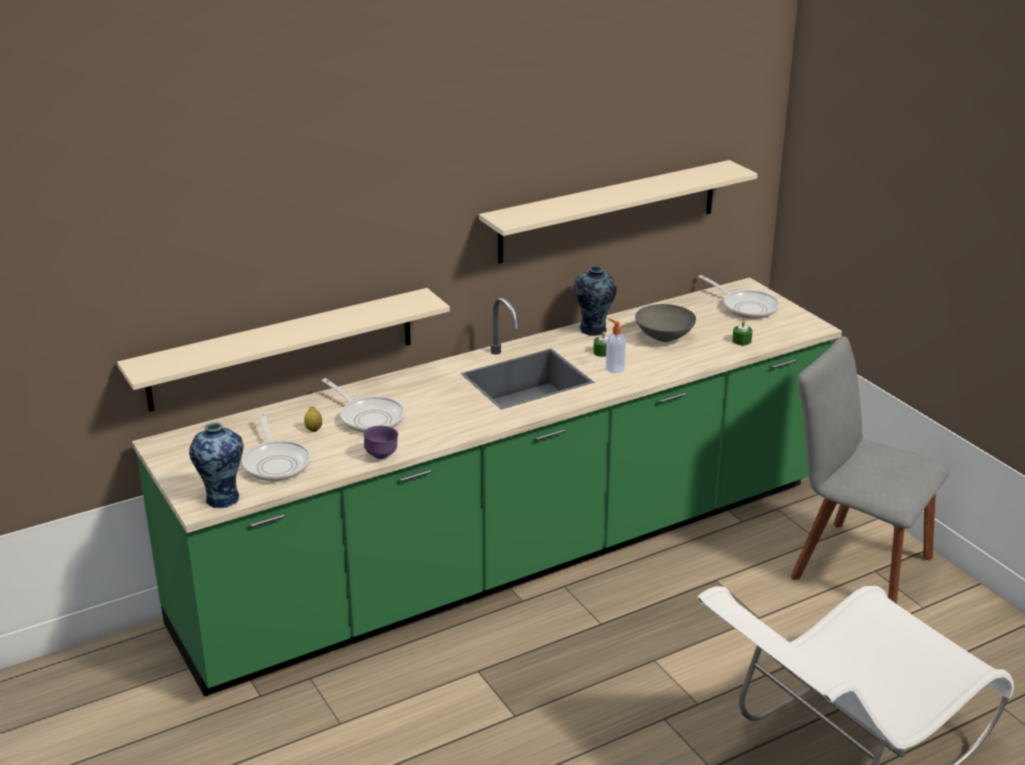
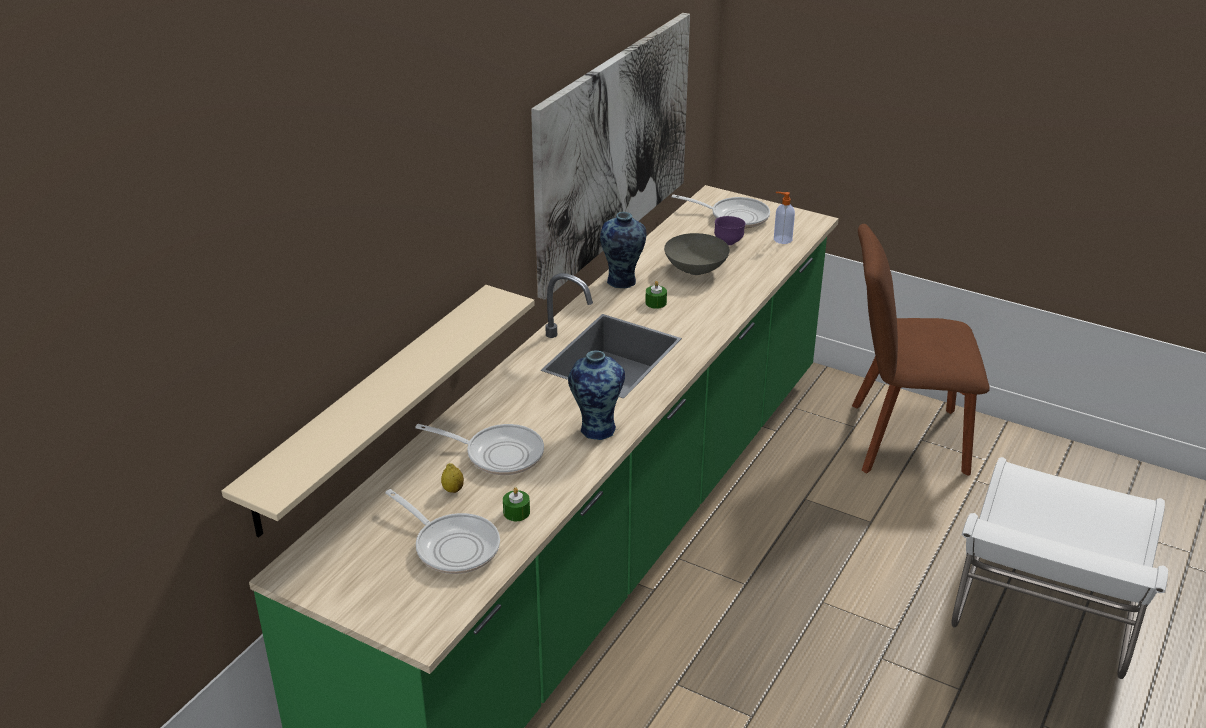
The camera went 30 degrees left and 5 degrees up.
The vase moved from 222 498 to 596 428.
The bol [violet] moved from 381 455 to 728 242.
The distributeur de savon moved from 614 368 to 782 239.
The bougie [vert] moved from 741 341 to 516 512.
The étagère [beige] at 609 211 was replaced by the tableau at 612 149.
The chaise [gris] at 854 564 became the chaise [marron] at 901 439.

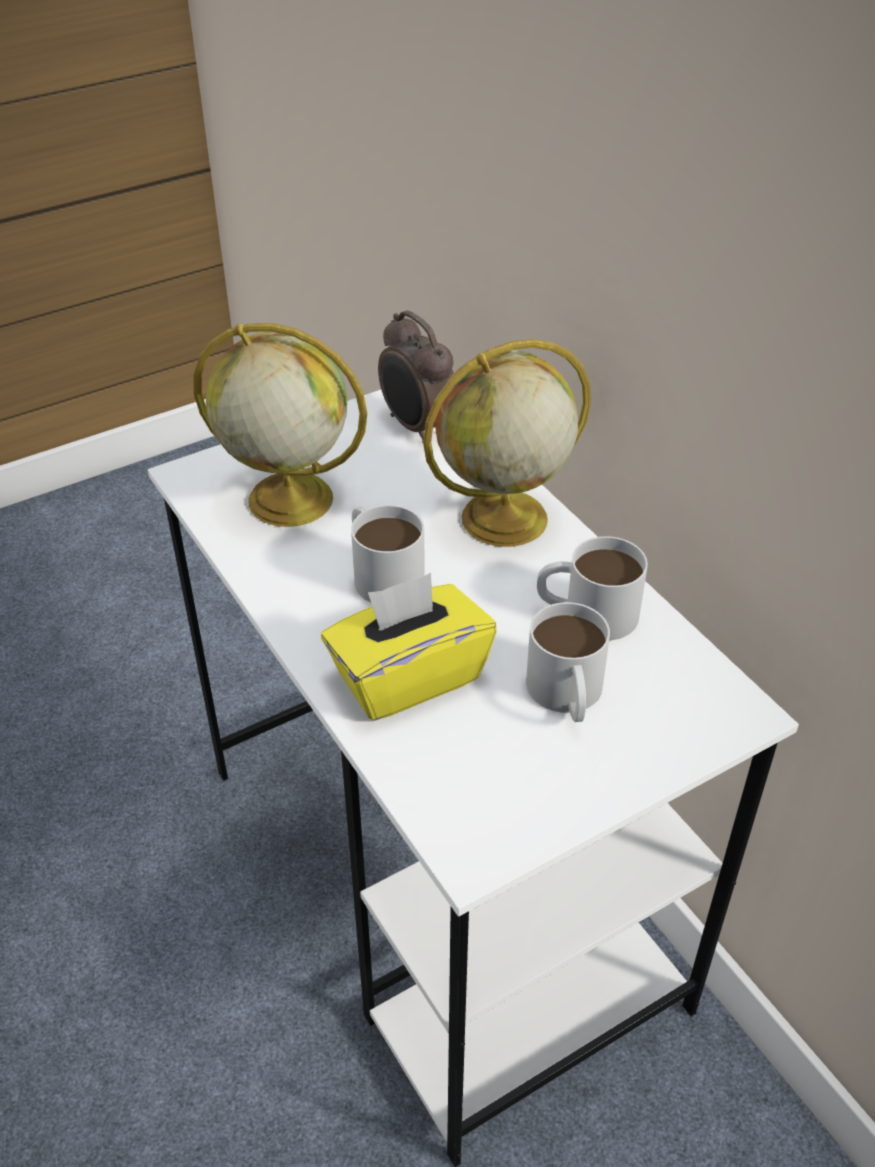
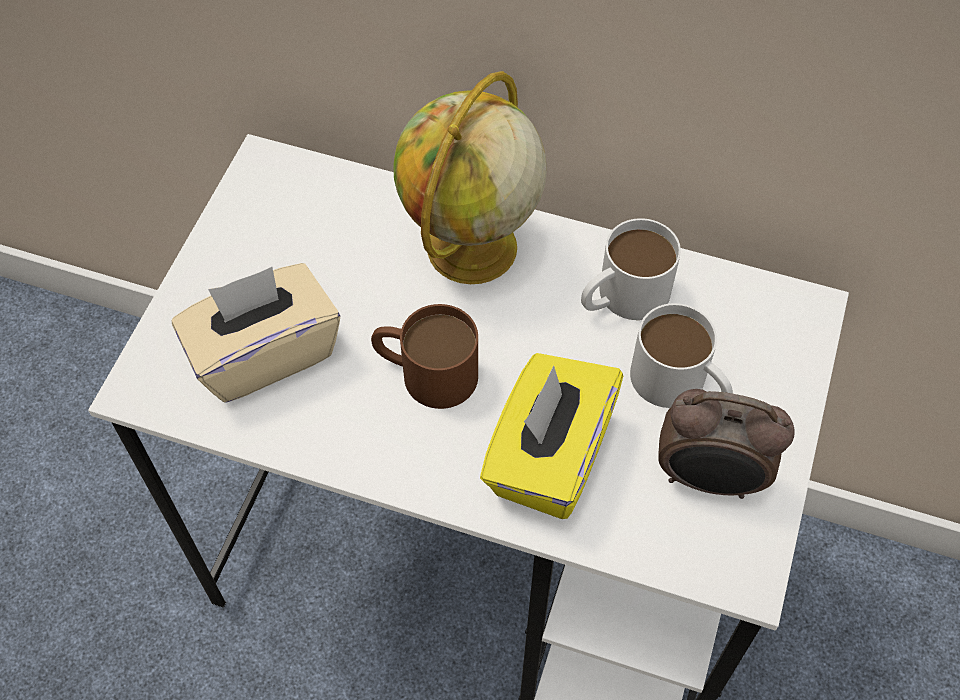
The camera went 40 degrees left and 15 degrees up.
The réveil moved from 416 427 to 709 479.
The globe at 287 499 was replaced by the boîte à mouchoirs [beige] at 264 353.
The mug [blanc] at 381 572 became the mug [marron] at 425 371.

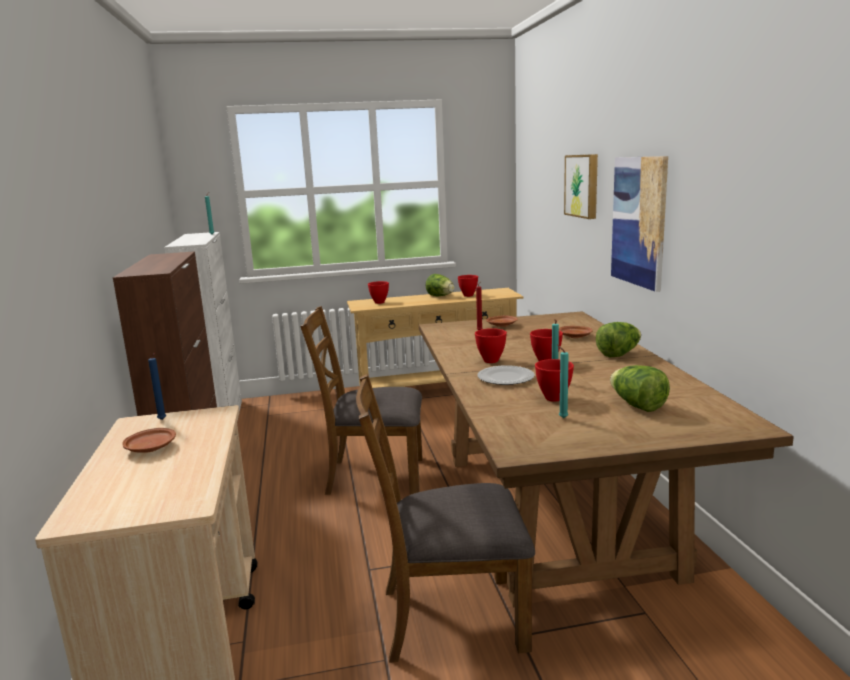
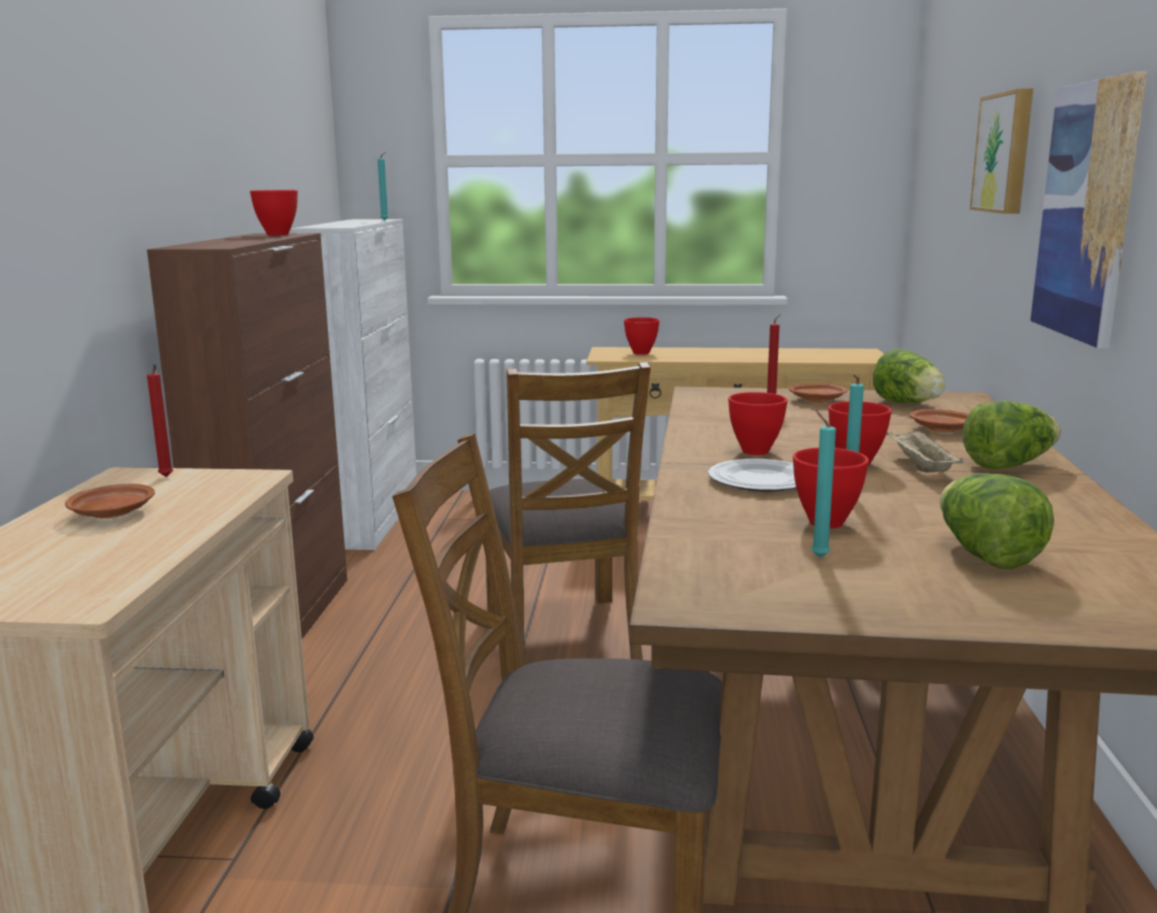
The camera went 15 degrees right and 0 degrees up.
The plateau [beige] at 920 466 appeared.
The laitue moved from 440 296 to 907 403.
The bol [rouge] moved from 467 295 to 276 234.
The bougie [bleu] at 162 420 became the bougie [rouge] at 166 477.
The chaise [marron] at 374 475 turned 120 degrees counterclockwise.

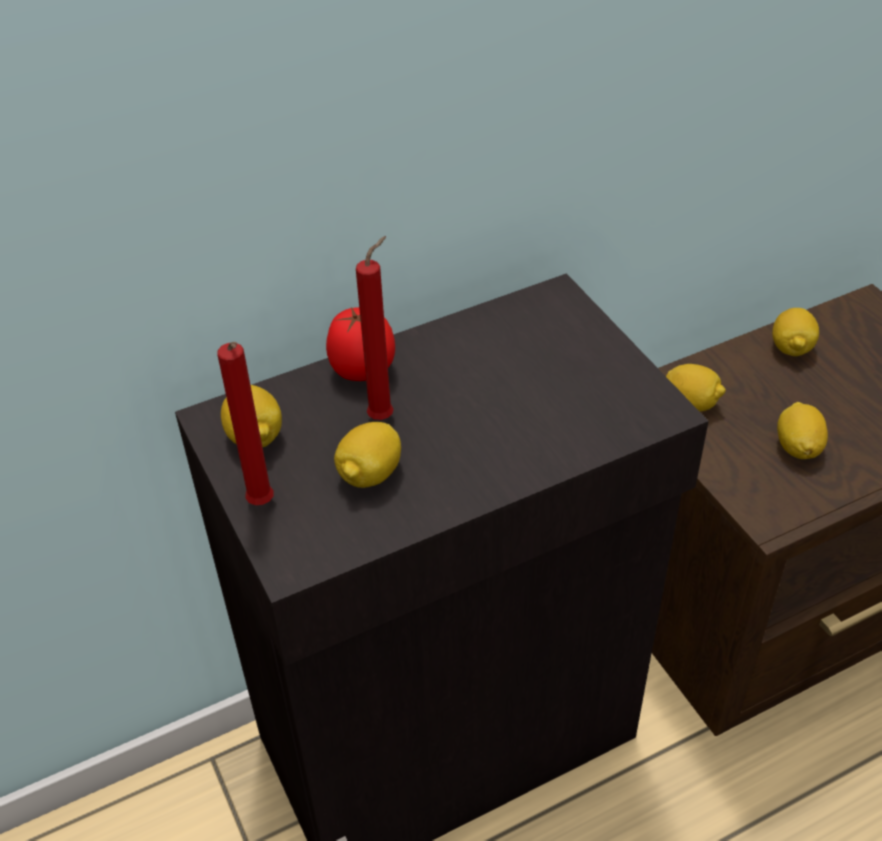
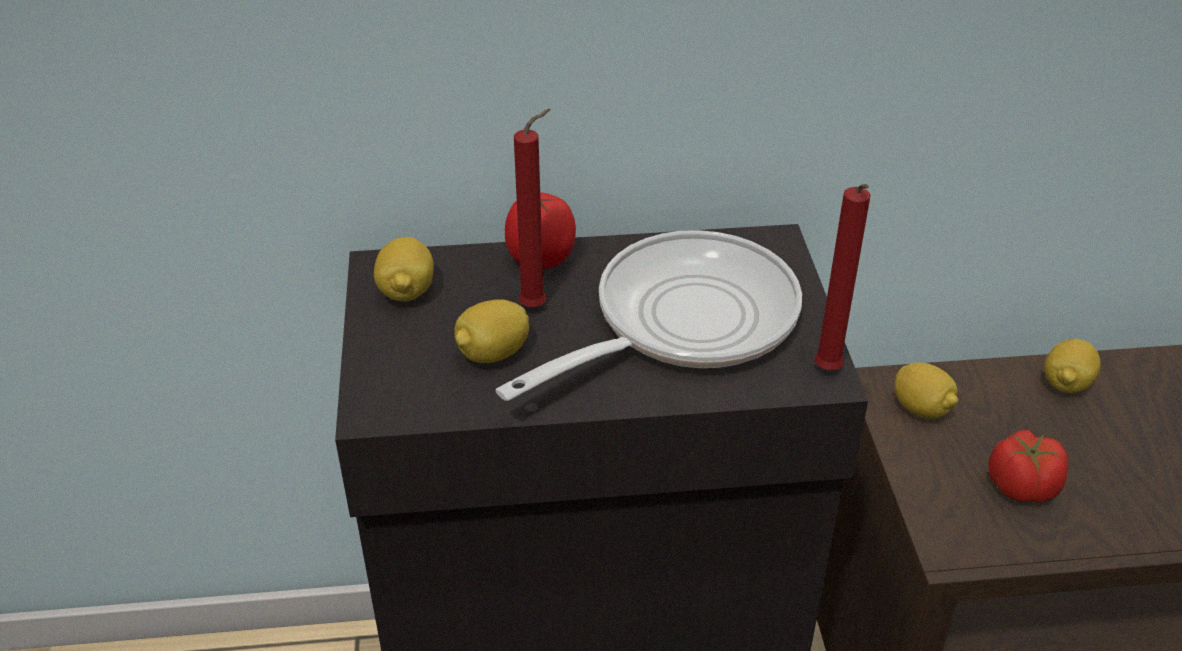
The camera went 20 degrees right and 5 degrees down.
The poêle at 681 322 appeared.
The bougie [rouge] moved from 262 506 to 828 373.
The citron at 797 447 was replaced by the tomate at 1021 486.

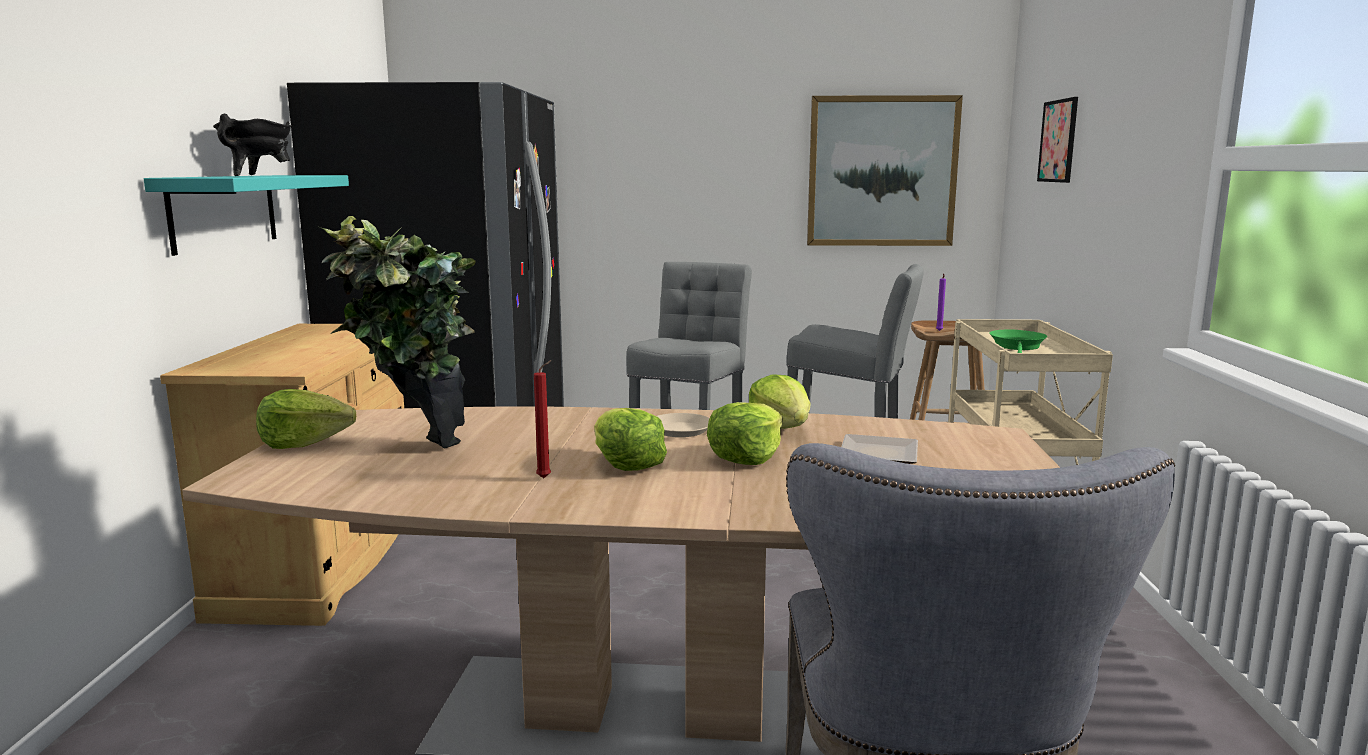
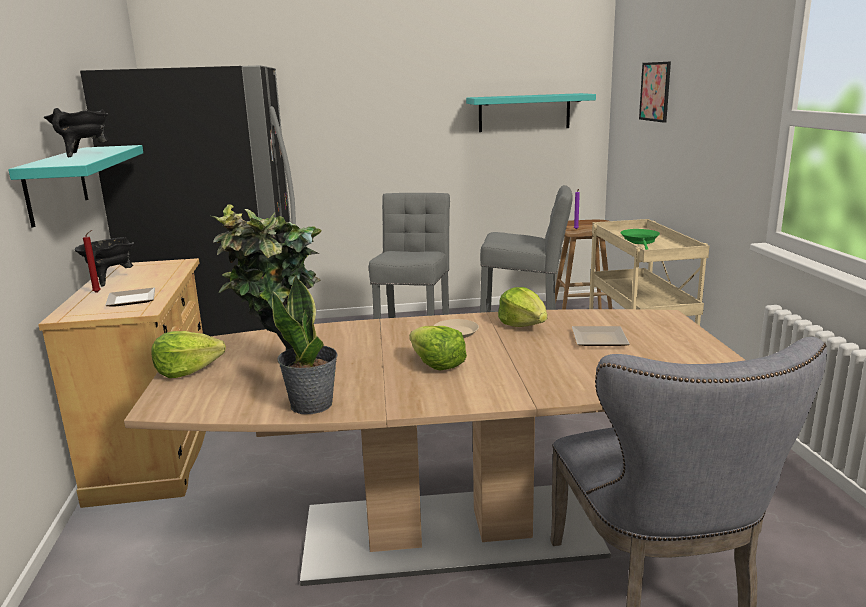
The camera went 10 degrees left and 5 degrees up.
The laitue at 746 457 disappeared.
The marmite [noir] at 110 279 appeared.
The assiette at 130 300 appeared.
The plante en pot at 312 404 appeared.
The bougie [rouge] moved from 546 478 to 98 292.
The tableau at 882 171 was replaced by the étagère [turquoise] at 524 112.

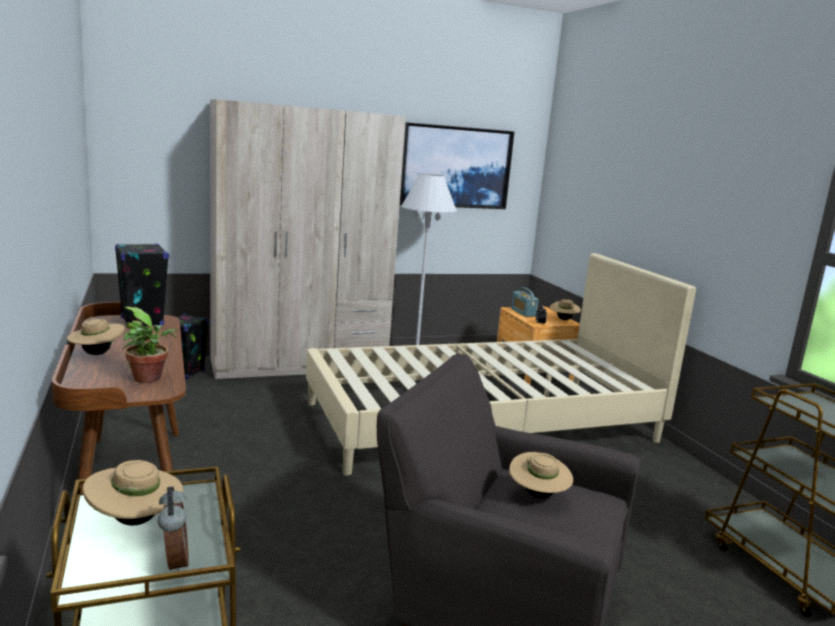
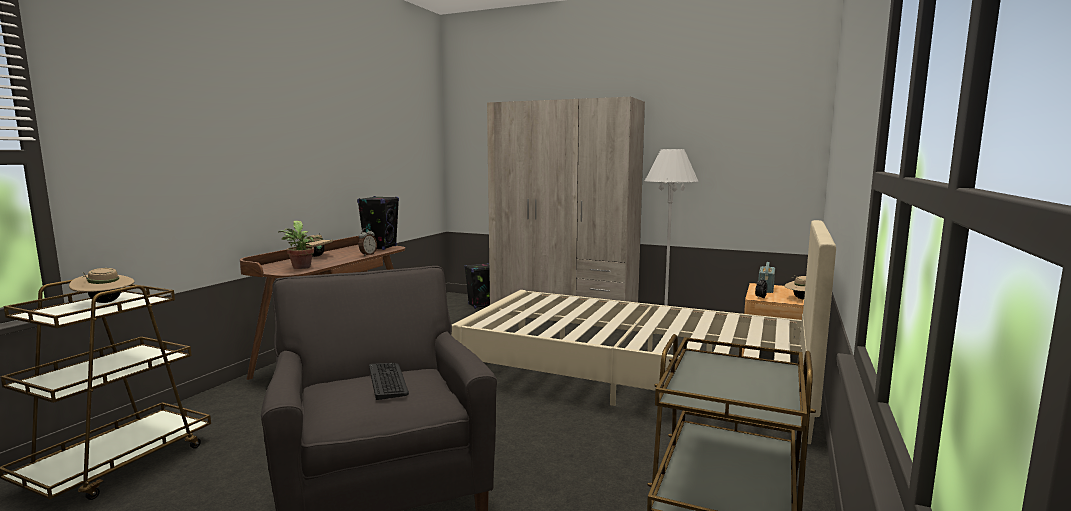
The camera went 45 degrees right and 5 degrees down.
The tableau at 455 167 disappeared.
The réveil moved from 174 563 to 367 254.
The chapeau [beige] at 538 495 was replaced by the clavier at 388 381.

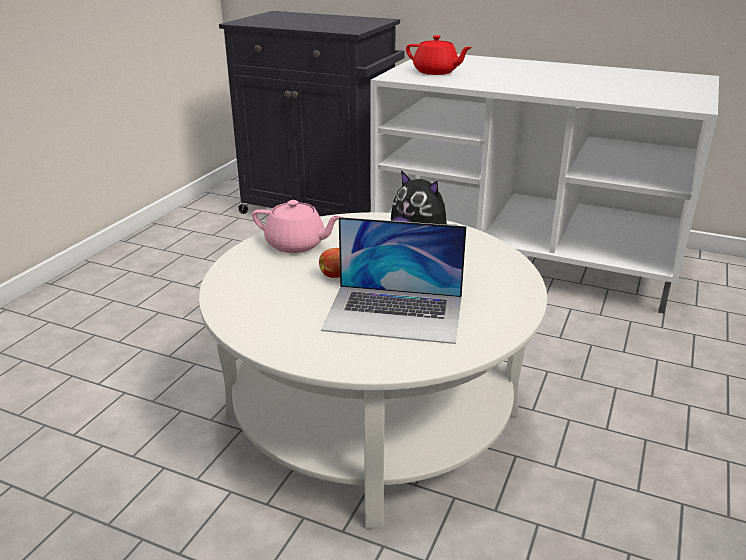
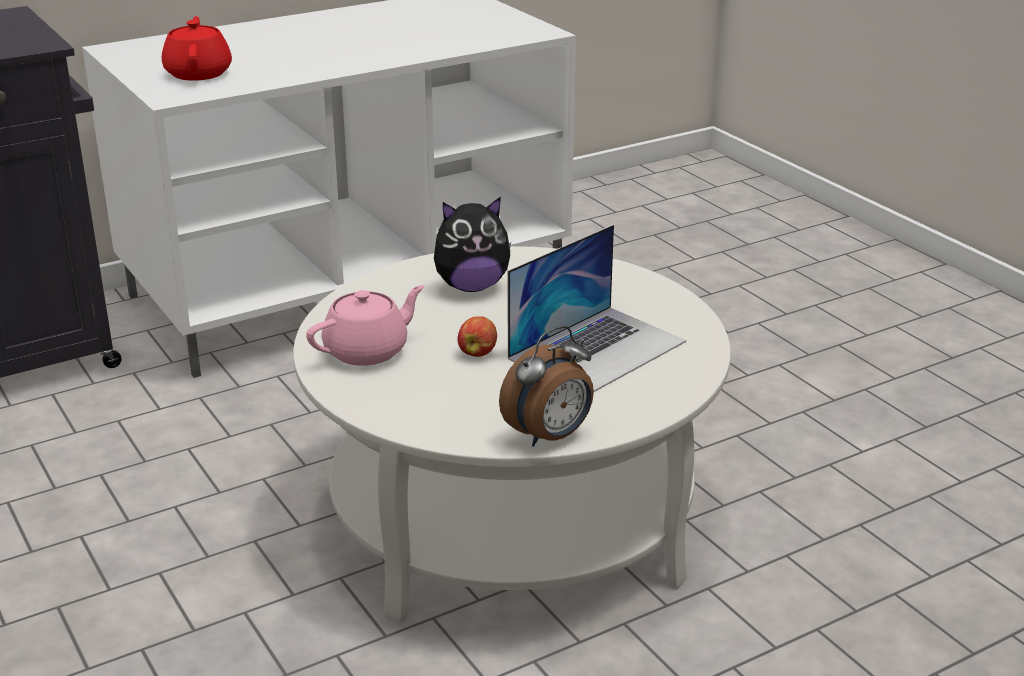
The camera went 55 degrees left and 0 degrees up.
The réveil at 550 436 appeared.
The théière [rouge] at 436 72 turned 75 degrees counterclockwise.

